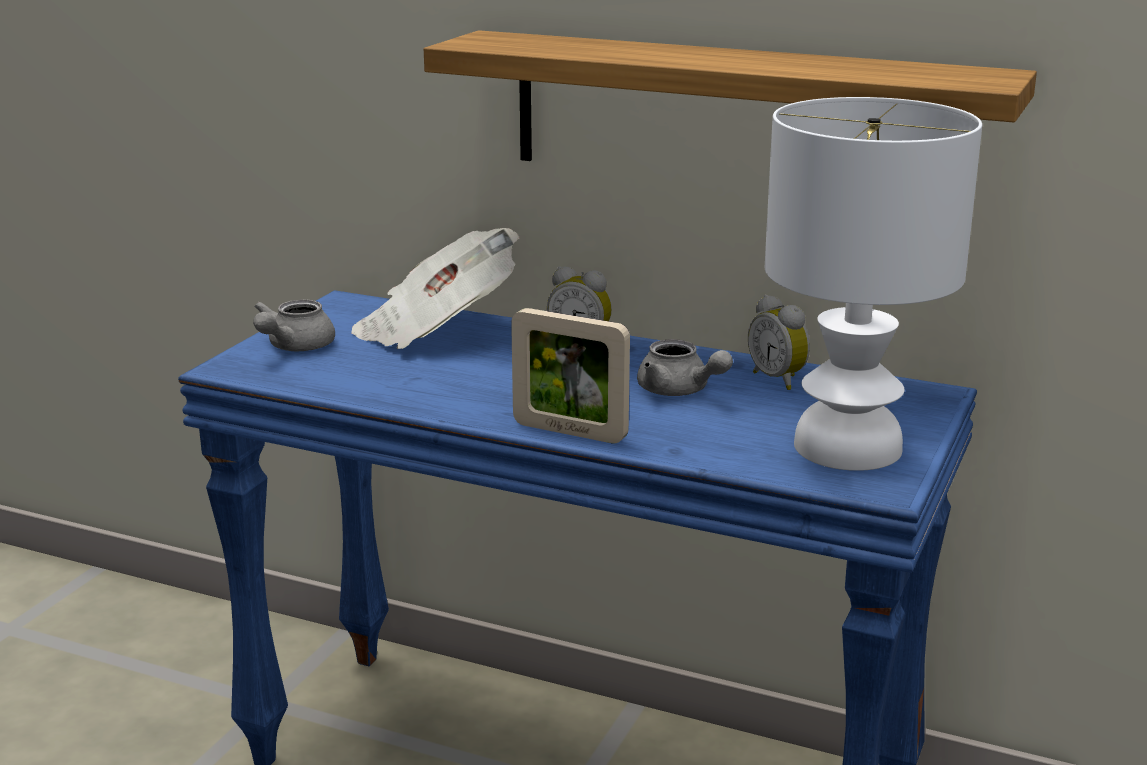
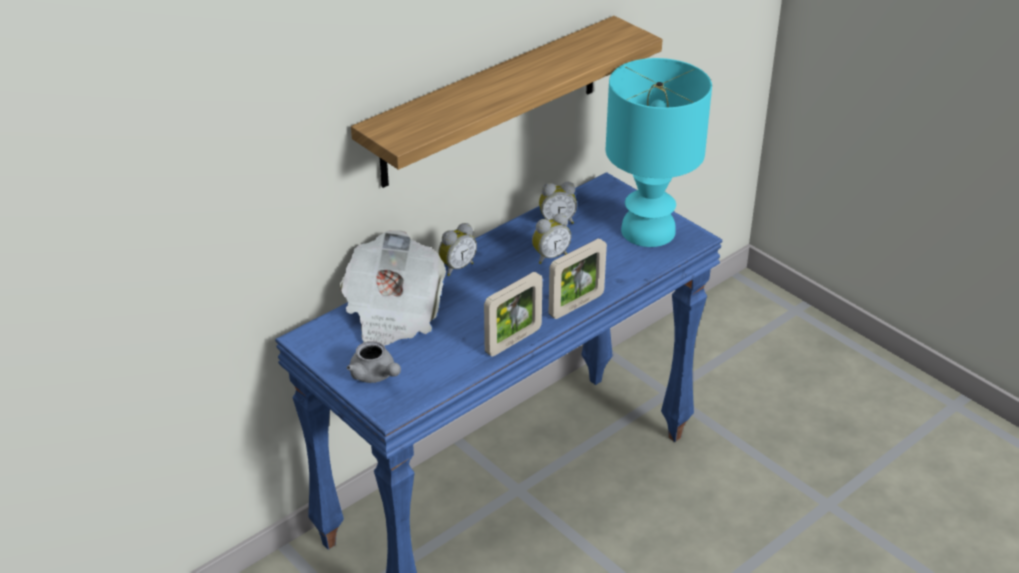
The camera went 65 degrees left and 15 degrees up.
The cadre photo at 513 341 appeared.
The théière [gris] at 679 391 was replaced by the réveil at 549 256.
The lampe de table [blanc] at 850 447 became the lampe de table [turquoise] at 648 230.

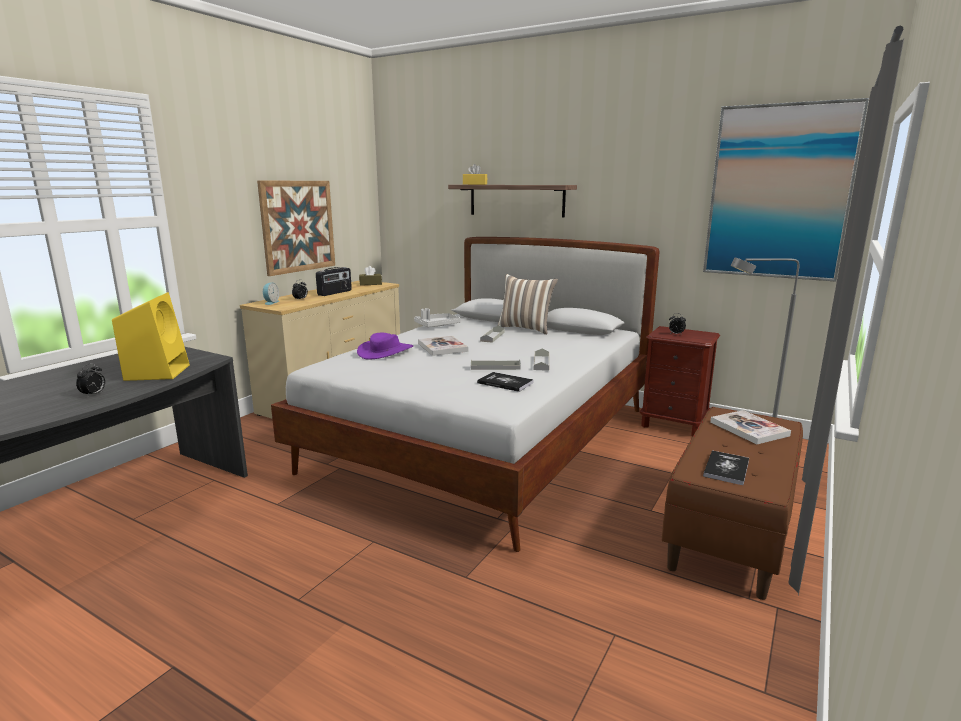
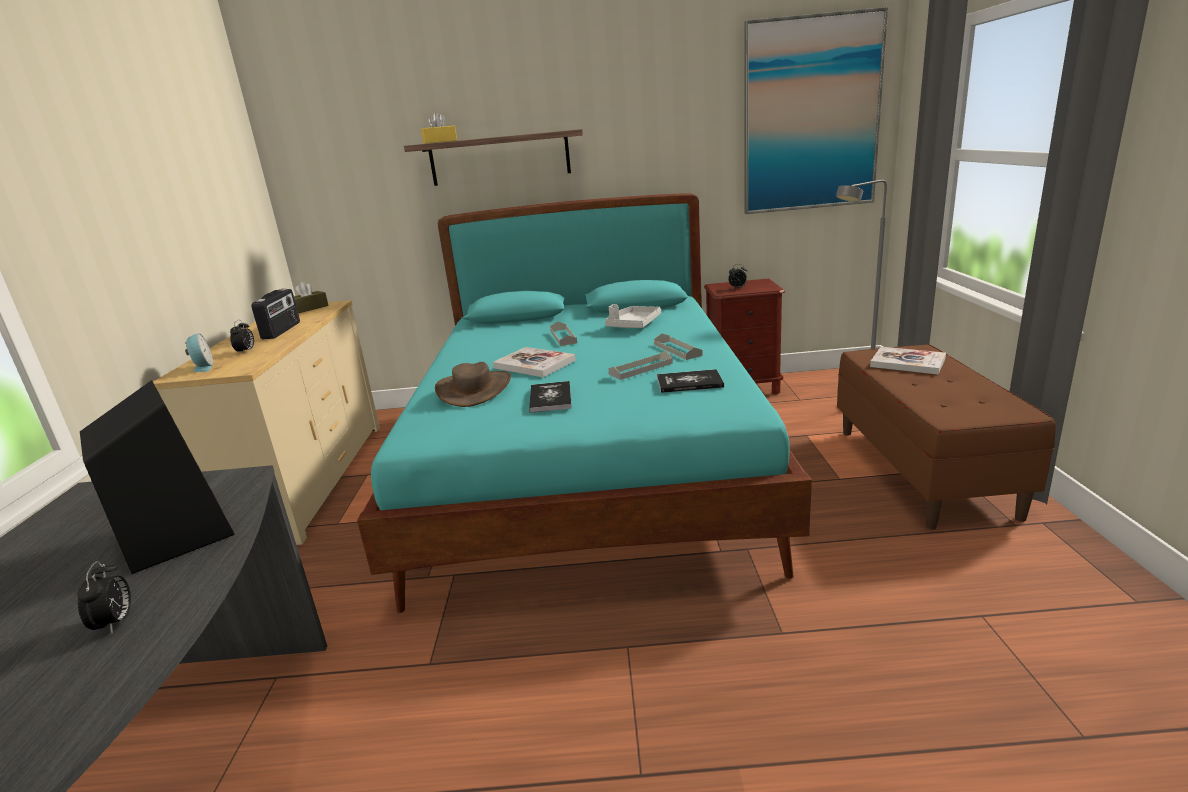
The camera went 30 degrees left and 5 degrees up.
The tableau at 298 226 disappeared.
The coussin at 526 328 disappeared.
The plateau [gris] moved from 437 325 to 634 325.
The livre moved from 726 468 to 550 398.
The enceinte [jaune] at 157 372 became the enceinte [noir] at 176 534.
The lit [blanc] at 487 440 became the lit [turquoise] at 590 469.
The chapeau [violet] at 385 351 became the chapeau [marron] at 475 389.

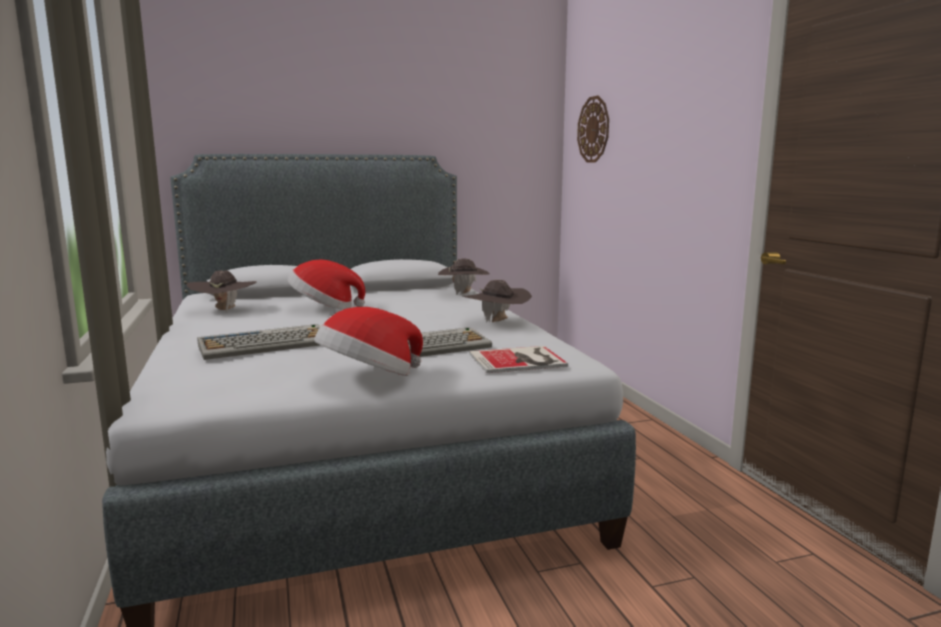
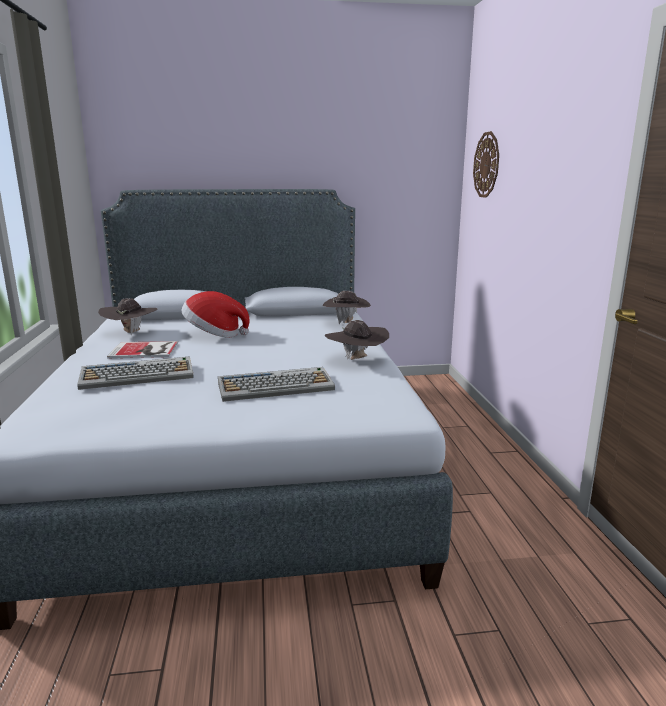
The camera went 10 degrees right and 5 degrees up.
The chapeau at 369 378 disappeared.
The livre moved from 520 360 to 145 350.

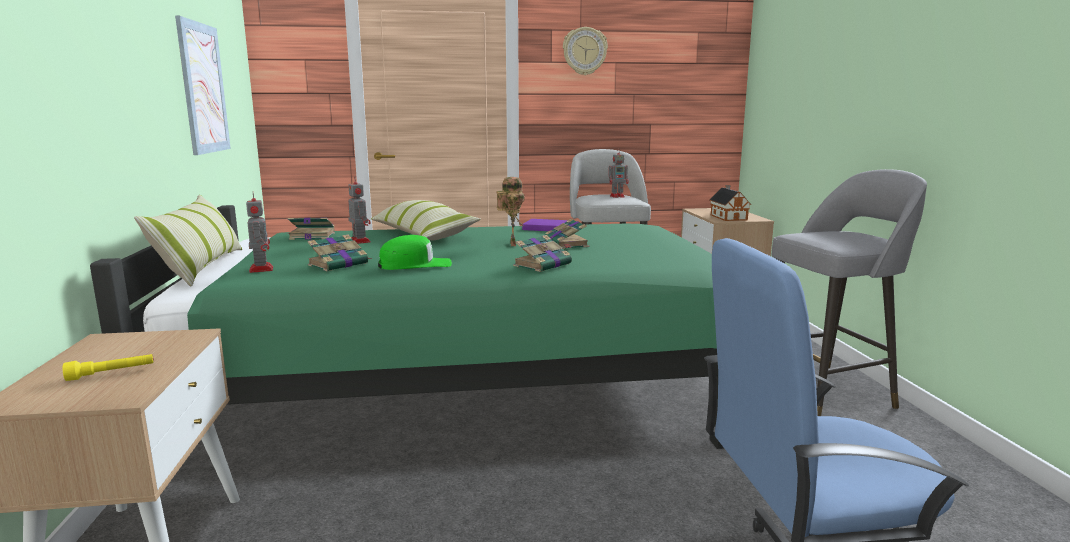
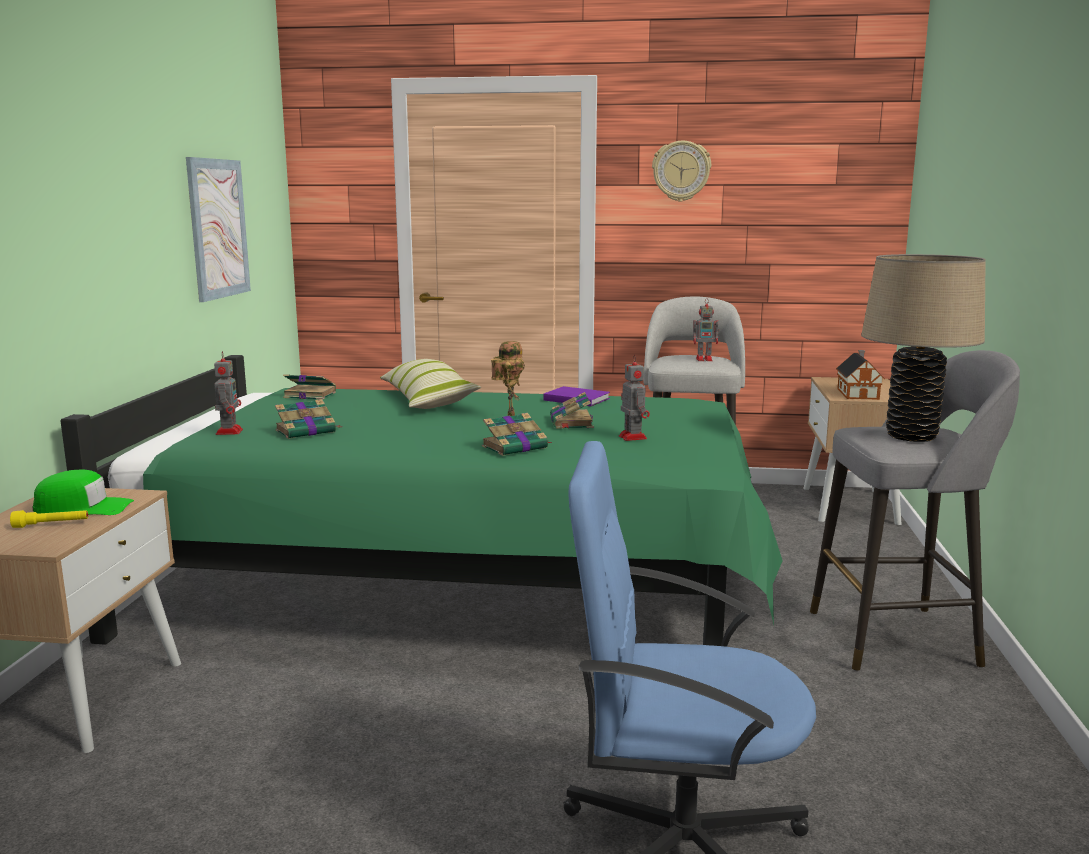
The camera went 15 degrees right and 0 degrees up.
The coussin at 201 267 disappeared.
The lampe de table [beige] at 911 436 appeared.
The robot jouet moved from 359 241 to 632 437.
The casquette [vert] moved from 415 265 to 83 508.

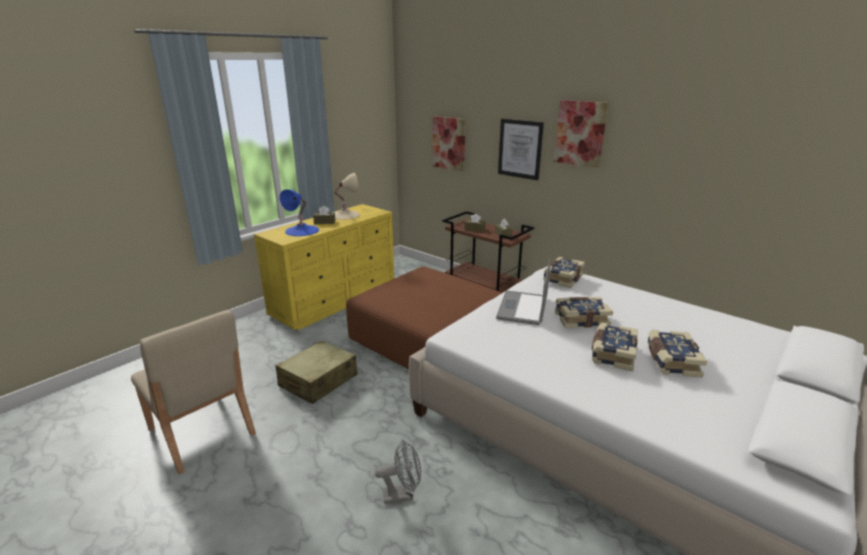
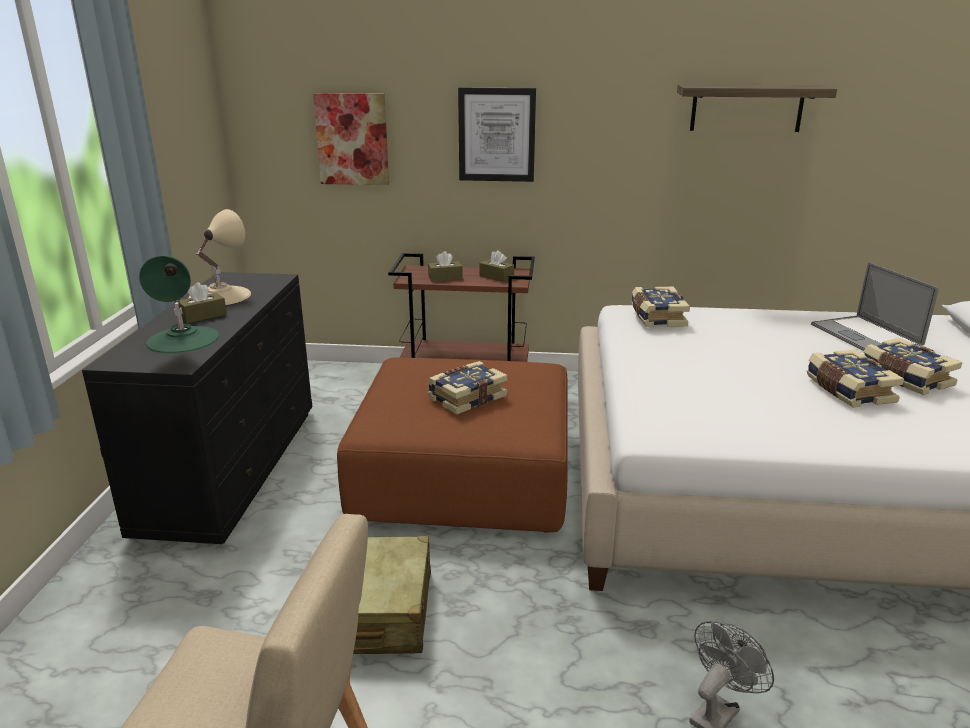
The camera went 35 degrees left and 0 degrees up.
The tableau at 580 133 disappeared.
The étagère at 746 108 appeared.
The ordinateur portable moved from 522 308 to 865 336.
The livre moved from 581 319 to 466 397.
The commode [jaune] at 335 300 became the commode [noir] at 232 467.
The lampe de table [bleu] at 302 230 became the lampe de table [vert] at 183 339.

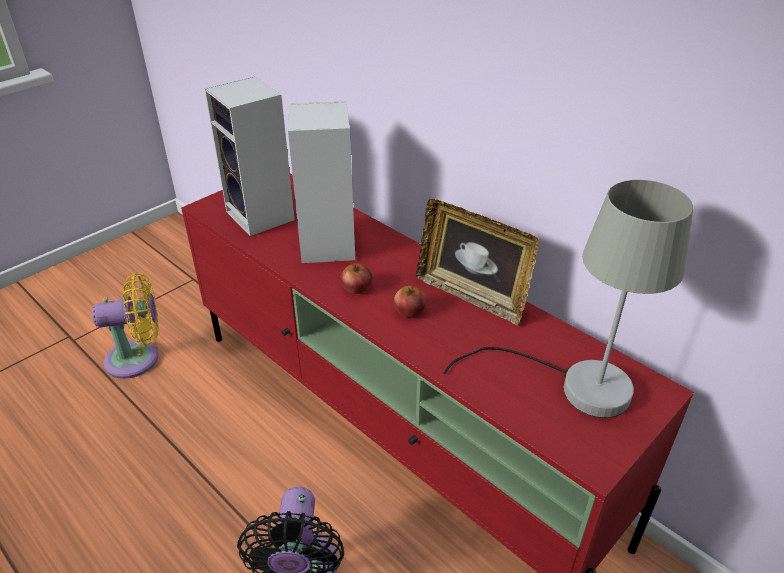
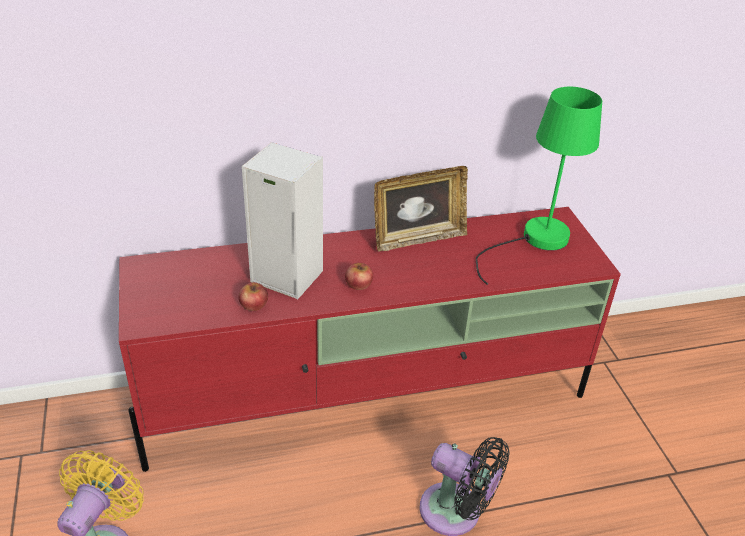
The camera went 60 degrees left and 0 degrees up.
The enceinte at 262 216 disappeared.
The pomme moved from 410 310 to 253 304.
The lampe de table [gris] at 574 386 became the lampe de table [vert] at 534 241.

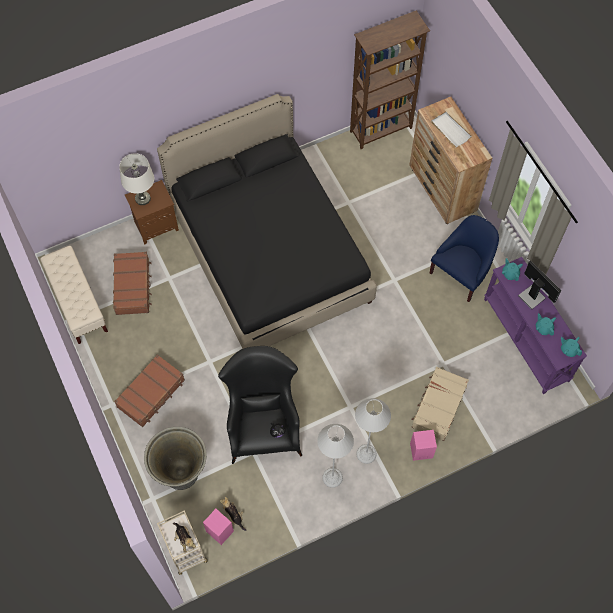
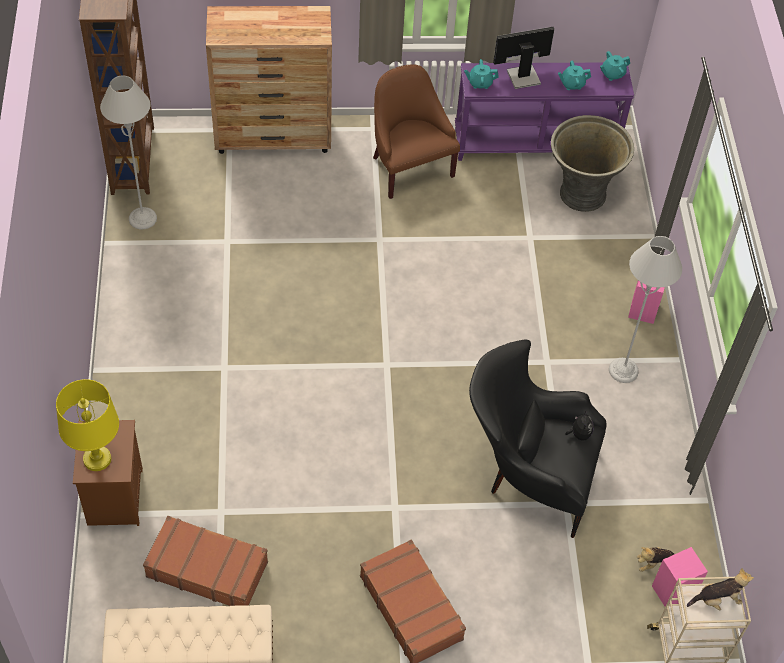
The camera went 70 degrees left and 10 degrees down.
The lit [noir] at 269 253 disappeared.
The valise [beige] at 438 406 disappeared.
The plateau [blanc] at 450 130 disappeared.
The cache-pot [gris] moved from 181 472 to 581 194.
The lampadaire [gris] moved from 332 477 to 143 218.
The lampe de table [blanc] at 143 198 became the lampe de table [jaune] at 97 459.
The fauteuil [bleu] at 461 273 became the fauteuil [marron] at 409 167.

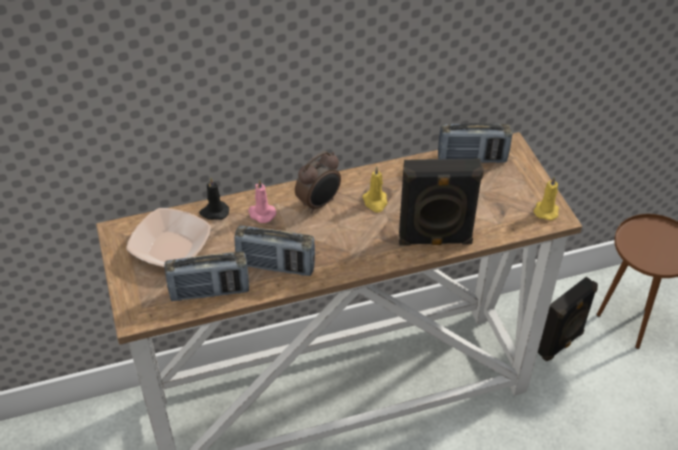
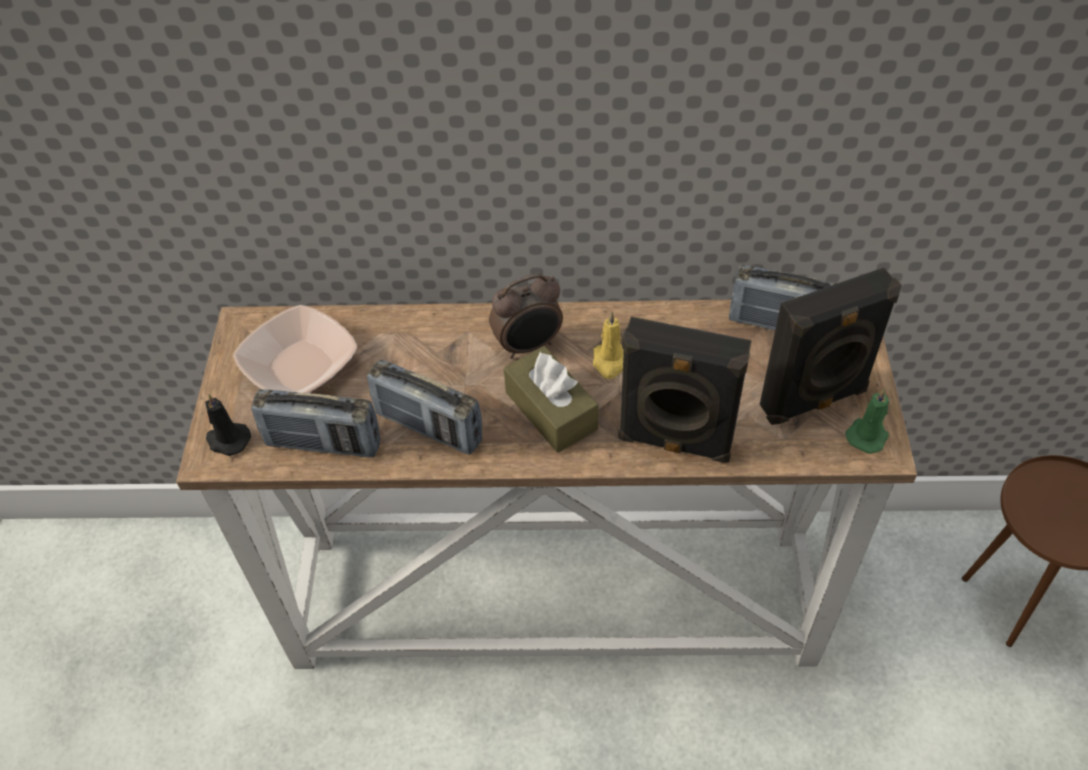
The camera went 20 degrees right and 5 degrees up.
The bougie [rose] at 261 213 disappeared.
The boîte à mouchoirs [marron] at 551 410 appeared.
The bougie [noir] moved from 214 212 to 227 440.
The enceinte [noir] moved from 561 343 to 815 400.
The bougie [jaune] at 546 210 became the bougie [vert] at 867 435.

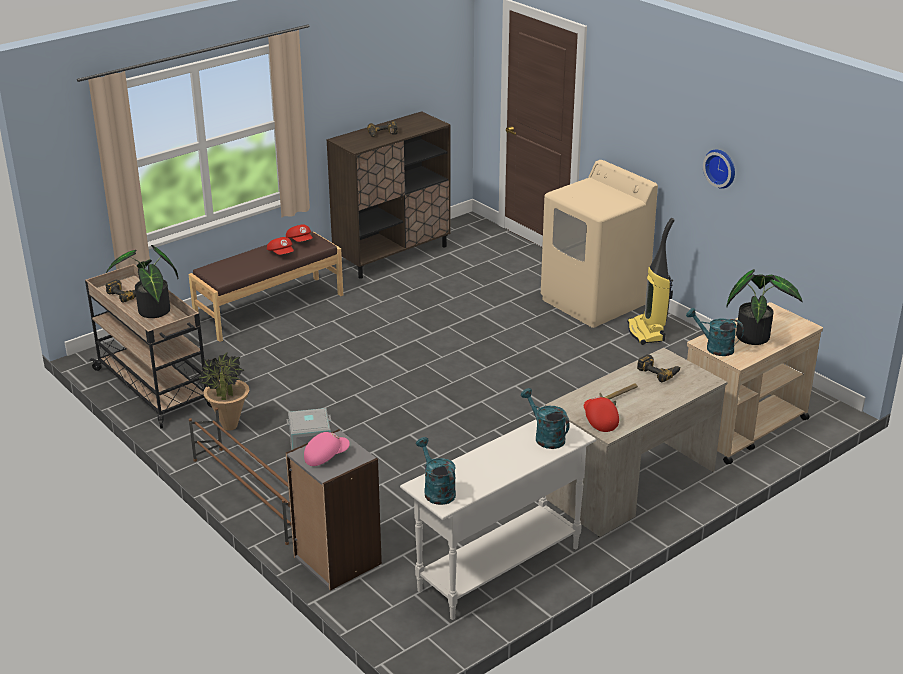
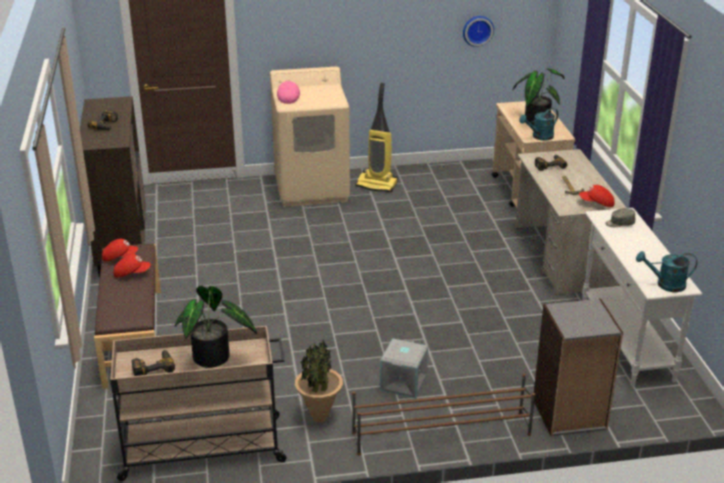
The camera went 60 degrees left and 0 degrees up.
The casquette [rose] moved from 326 456 to 288 98.
The horloge murale moved from 721 168 to 477 30.
The arrosoir [turquoise] at 545 437 was replaced by the casquette [gris] at 619 223.

